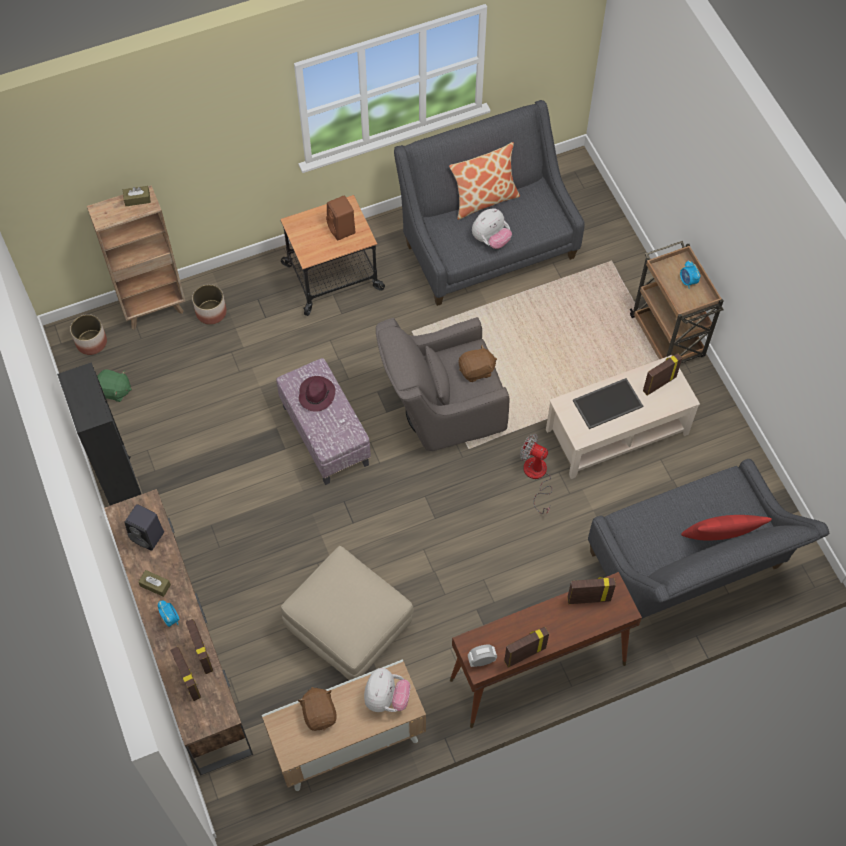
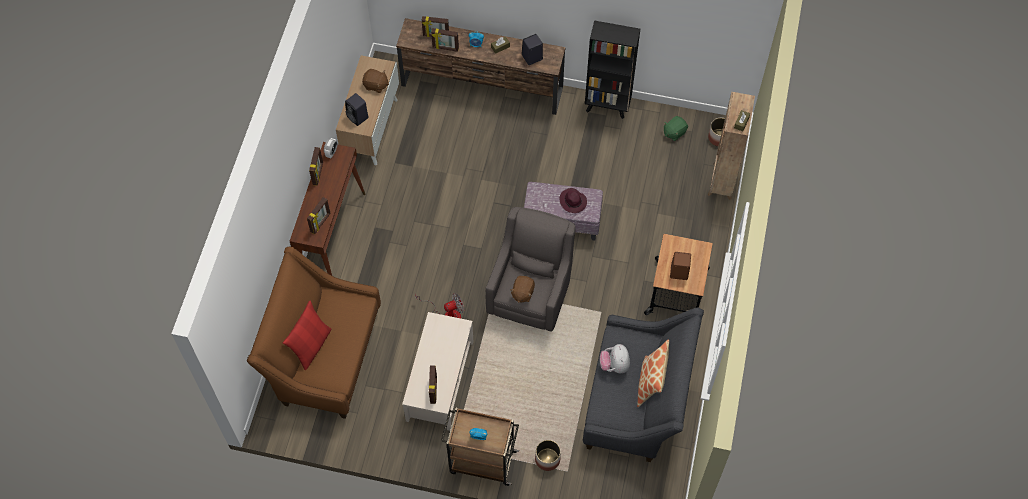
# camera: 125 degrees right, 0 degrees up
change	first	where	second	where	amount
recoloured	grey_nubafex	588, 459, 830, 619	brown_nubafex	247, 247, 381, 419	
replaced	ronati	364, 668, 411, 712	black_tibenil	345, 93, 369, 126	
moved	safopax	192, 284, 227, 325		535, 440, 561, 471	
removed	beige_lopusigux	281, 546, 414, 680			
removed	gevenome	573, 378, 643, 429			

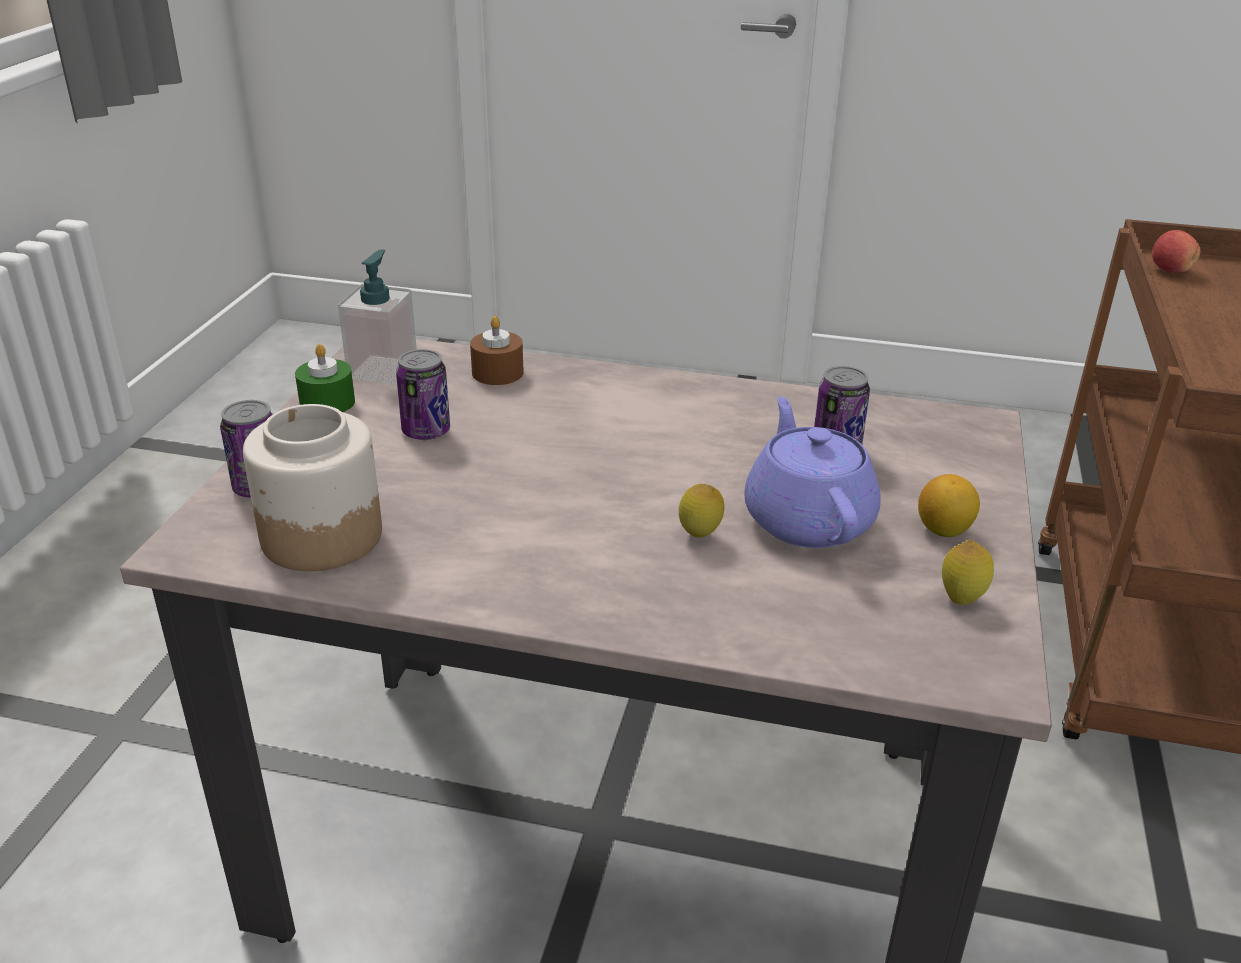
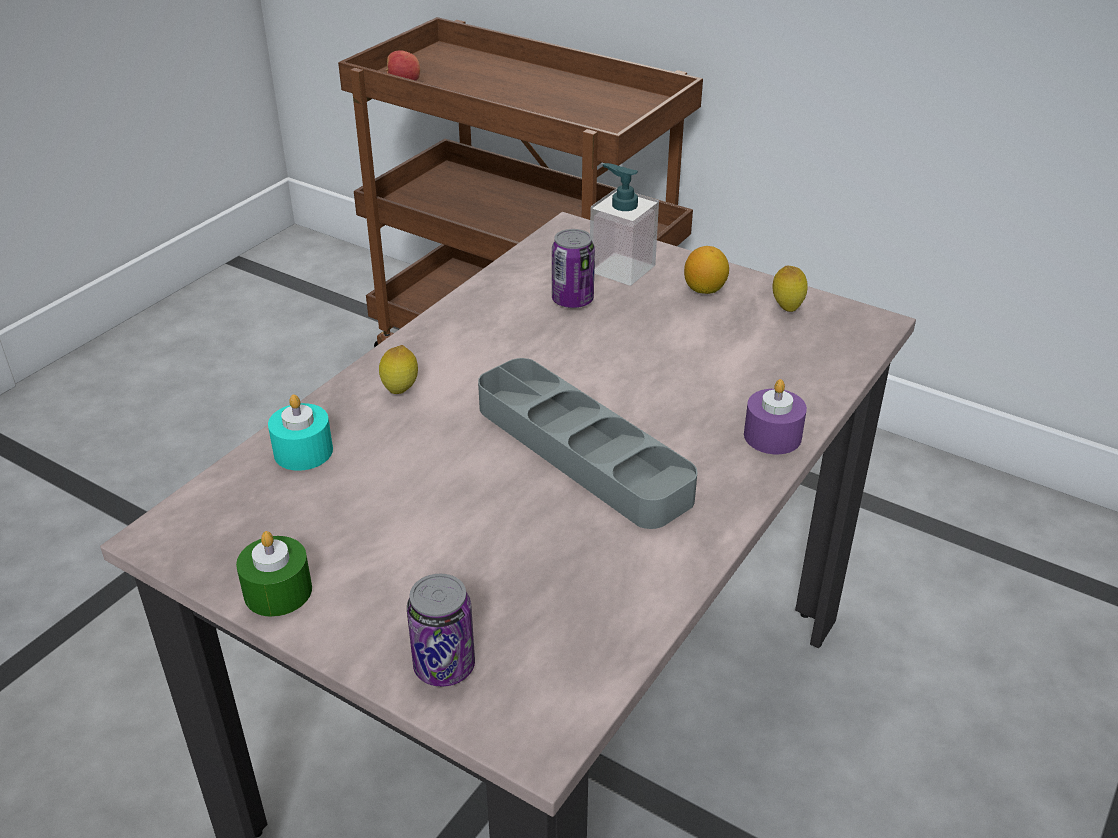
# camera: 70 degrees left, 5 degrees up
change	first	where	second	where	amount
recoloured	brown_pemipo	470, 316, 524, 385	turquoise_pemipo	268, 395, 333, 471	
moved	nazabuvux	679, 484, 725, 538		379, 345, 418, 394	
added			grey_gevenome	478, 358, 697, 529	
moved	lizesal	338, 249, 417, 385		590, 163, 659, 286	
added			purple_pemipo	744, 379, 807, 454	
removed	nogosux	243, 404, 382, 571			
removed	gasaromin	396, 349, 450, 440			
removed	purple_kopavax	744, 396, 880, 548			

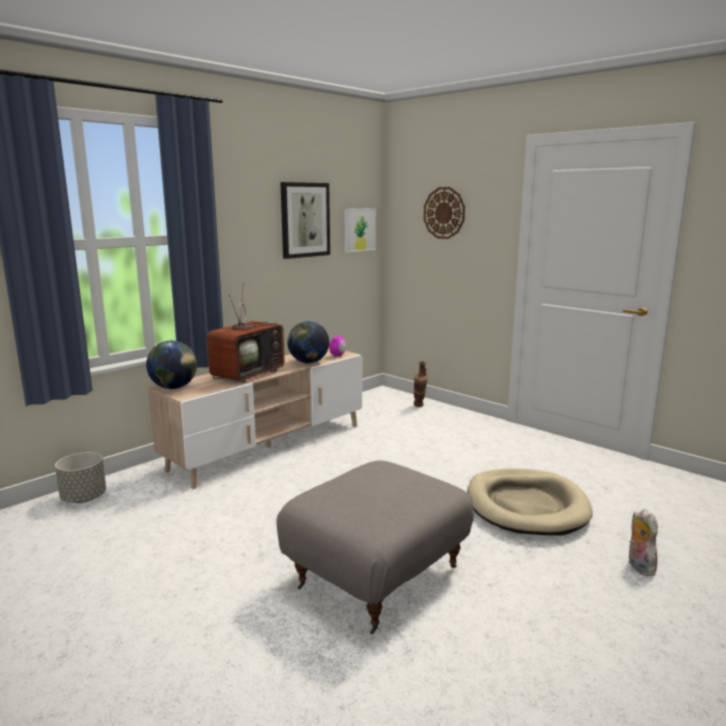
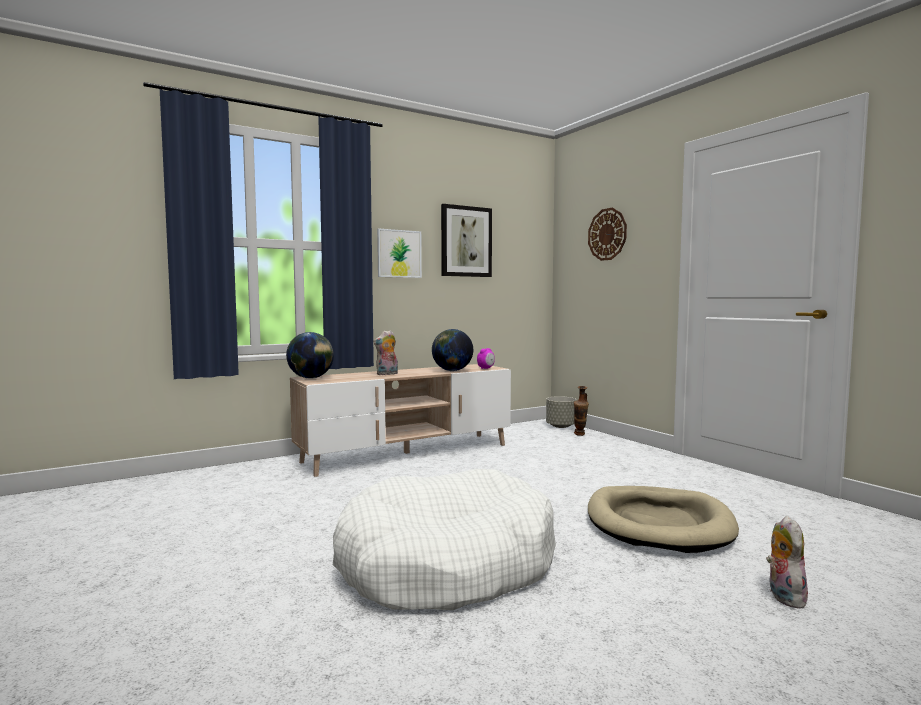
# camera: 15 degrees right, 10 degrees down
change	first	where	second	where	amount
replaced	grey_lopusigux	277, 461, 474, 634	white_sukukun	333, 469, 556, 610	
replaced	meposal	207, 283, 285, 383	ronati	373, 330, 398, 375	
moved	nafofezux	345, 208, 376, 253		377, 229, 422, 278	
moved	grey_safopax	55, 452, 106, 503		546, 396, 576, 428	

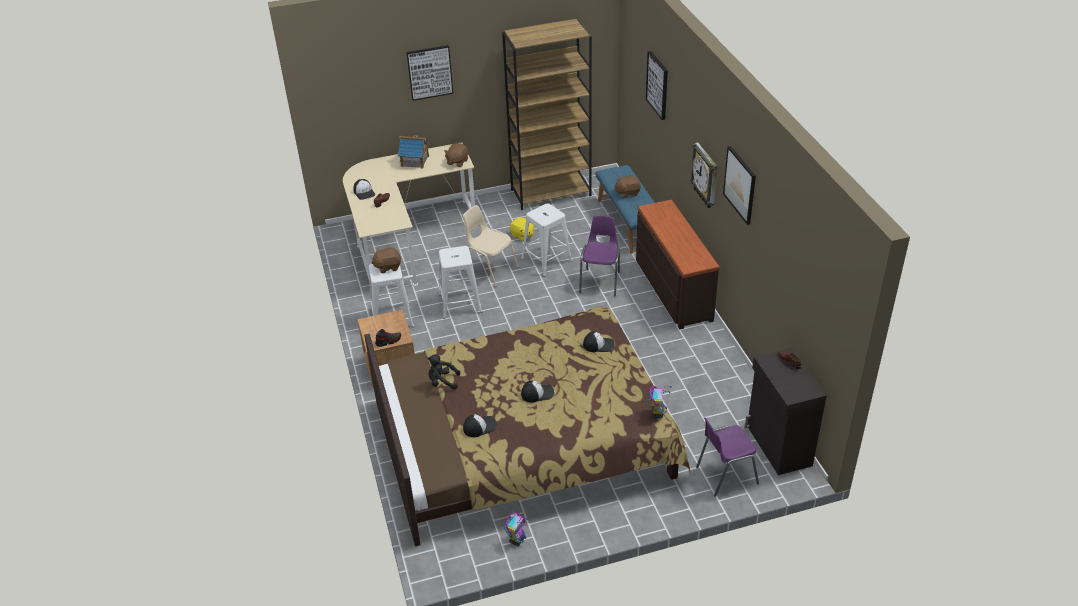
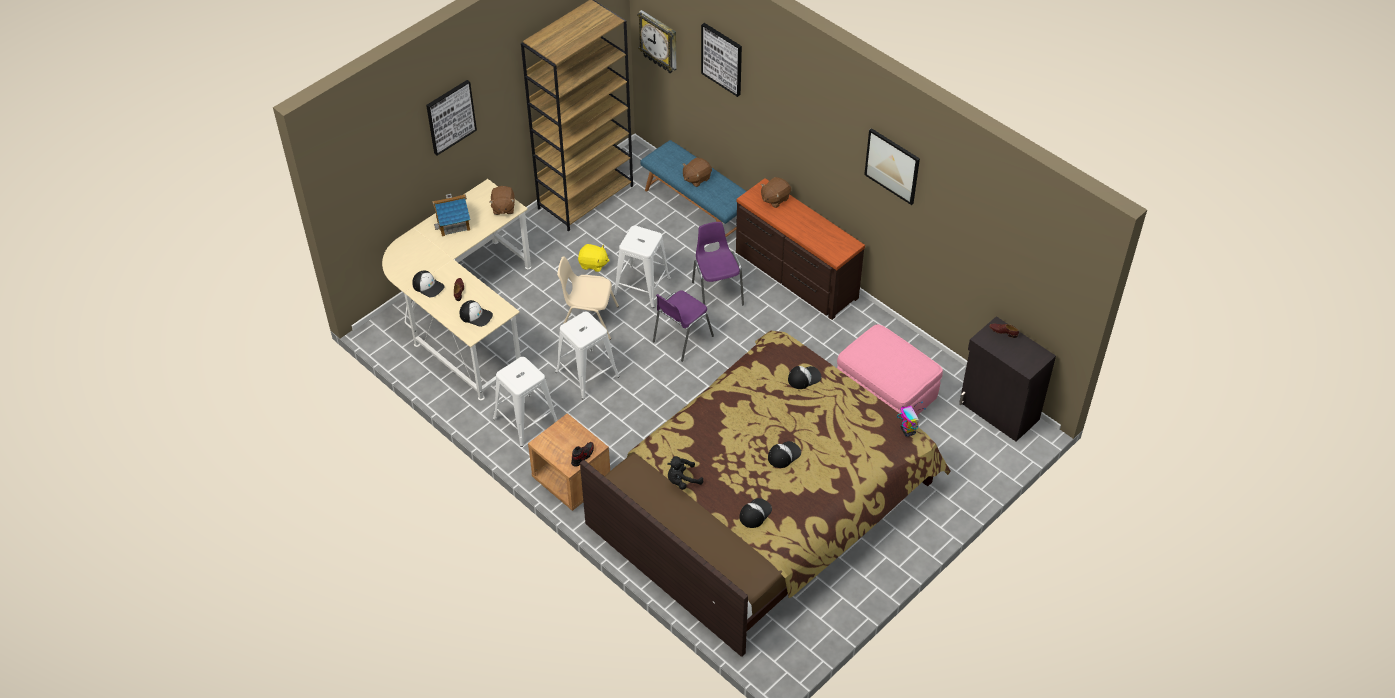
# camera: 30 degrees left, 10 degrees up
change	first	where	second	where	amount
added			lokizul	460, 300, 493, 327	
moved	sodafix	690, 143, 717, 208		637, 10, 676, 73	
moved	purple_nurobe	696, 417, 759, 497		653, 290, 714, 362	
moved	brown_ronati	371, 247, 401, 273		761, 177, 791, 208	
added			pink_lopusigux	837, 324, 943, 415	
removed	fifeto	503, 512, 528, 546			

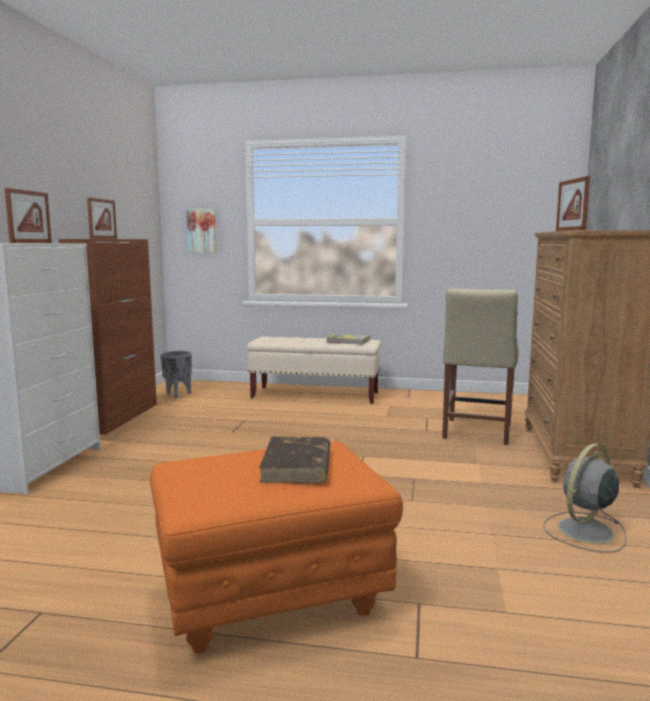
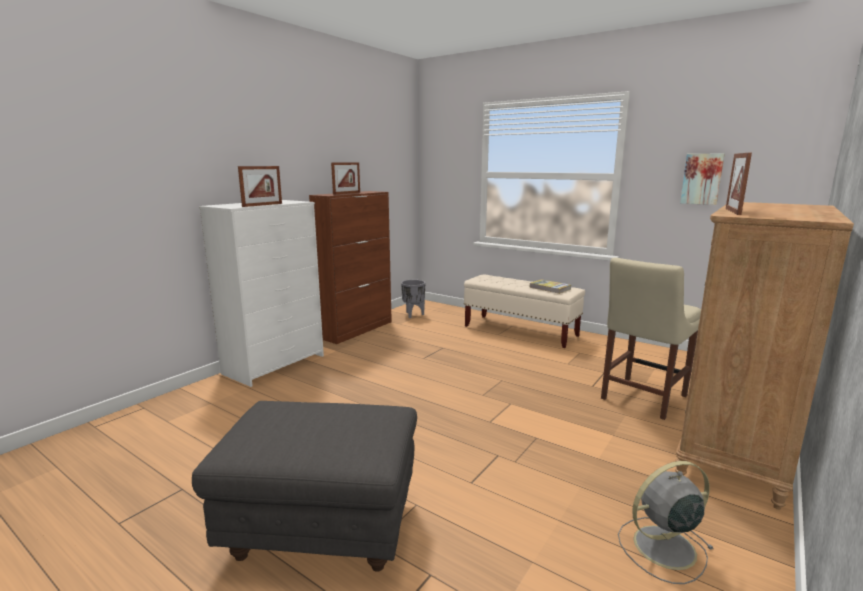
# camera: 25 degrees right, 5 degrees up
change	first	where	second	where	amount
recoloured	orange_lopusigux	150, 441, 403, 653	grey_lopusigux	192, 401, 417, 572	
moved	nafofezux	186, 209, 216, 253		680, 153, 725, 205	
removed	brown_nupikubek	259, 437, 330, 483			

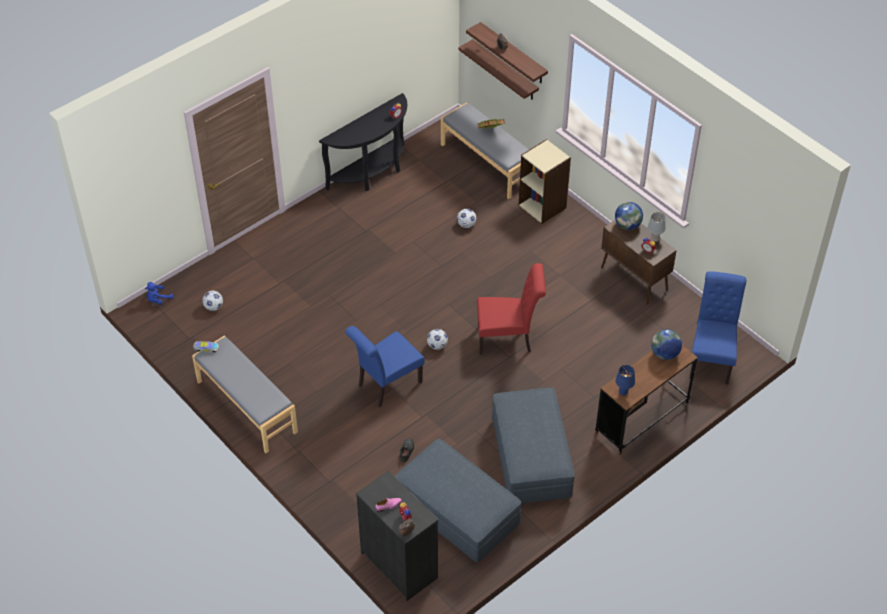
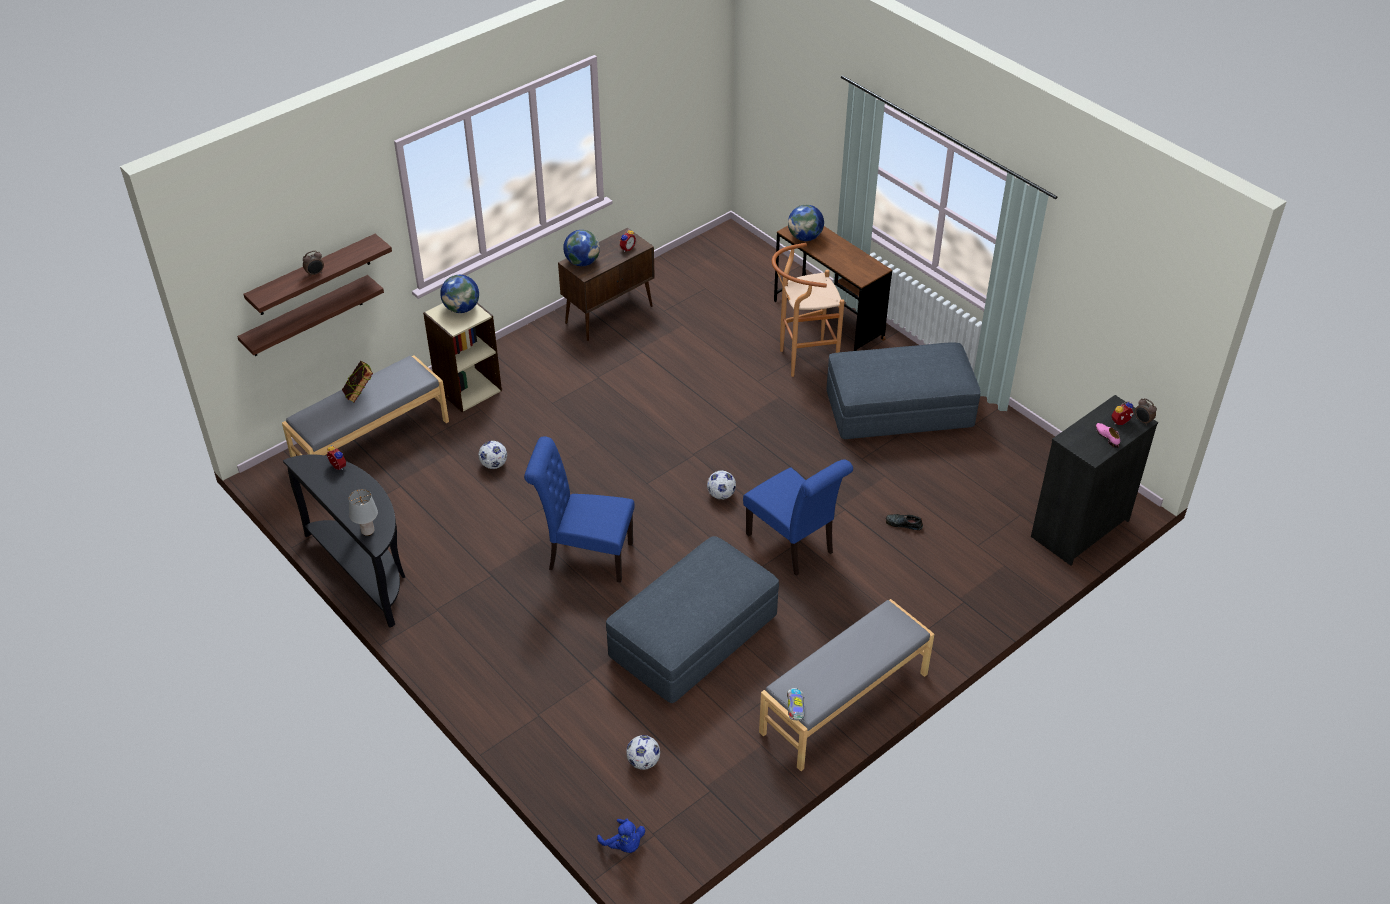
# camera: 90 degrees left, 5 degrees down
change	first	where	second	where	amount
moved	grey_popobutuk	648, 212, 666, 242		349, 489, 378, 536	
added			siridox	440, 275, 479, 313	
moved	blue_nurobe	690, 271, 746, 385		524, 436, 635, 583	
moved	grey_lopusigux	395, 439, 522, 562		606, 536, 779, 703	
added			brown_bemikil	772, 243, 845, 377	
removed	red_nurobe	477, 263, 546, 355			
removed	blue_popobutuk	616, 365, 635, 396			

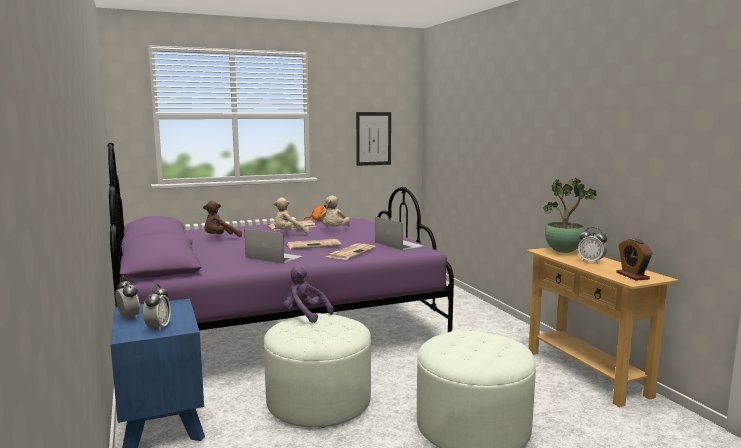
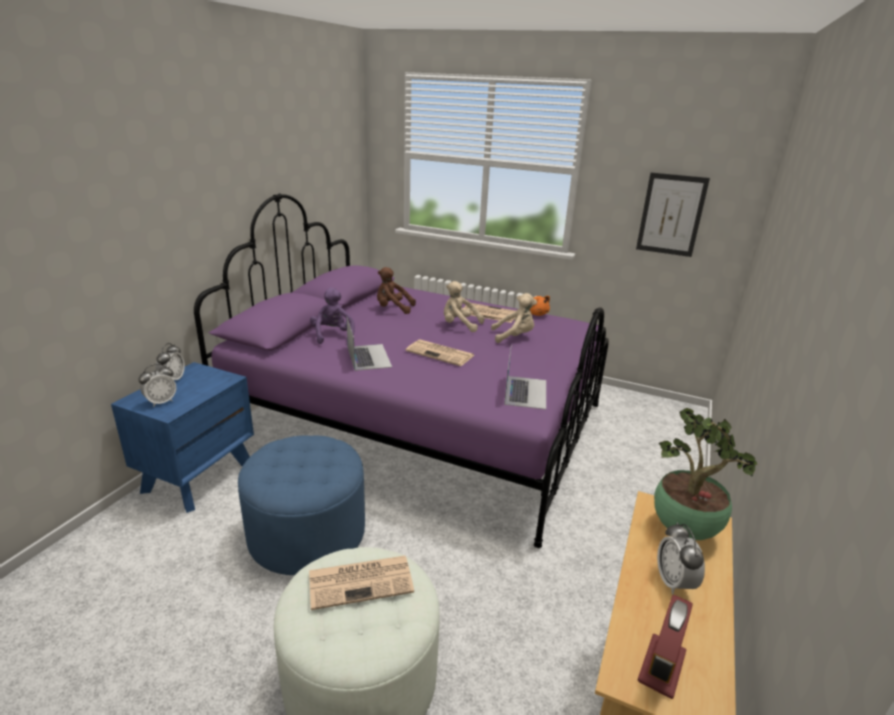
# camera: 45 degrees right, 15 degrees up
change	first	where	second	where	amount
recoloured	white_lopusigux	264, 313, 371, 428	blue_lopusigux	238, 435, 365, 575	
moved	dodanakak	325, 243, 376, 260		309, 556, 414, 610	
moved	purple_ronati	283, 266, 334, 323		310, 287, 355, 344	
turned	beige_ronati	320, 196, 350, 227		491, 293, 537, 343	150 degrees counterclockwise

